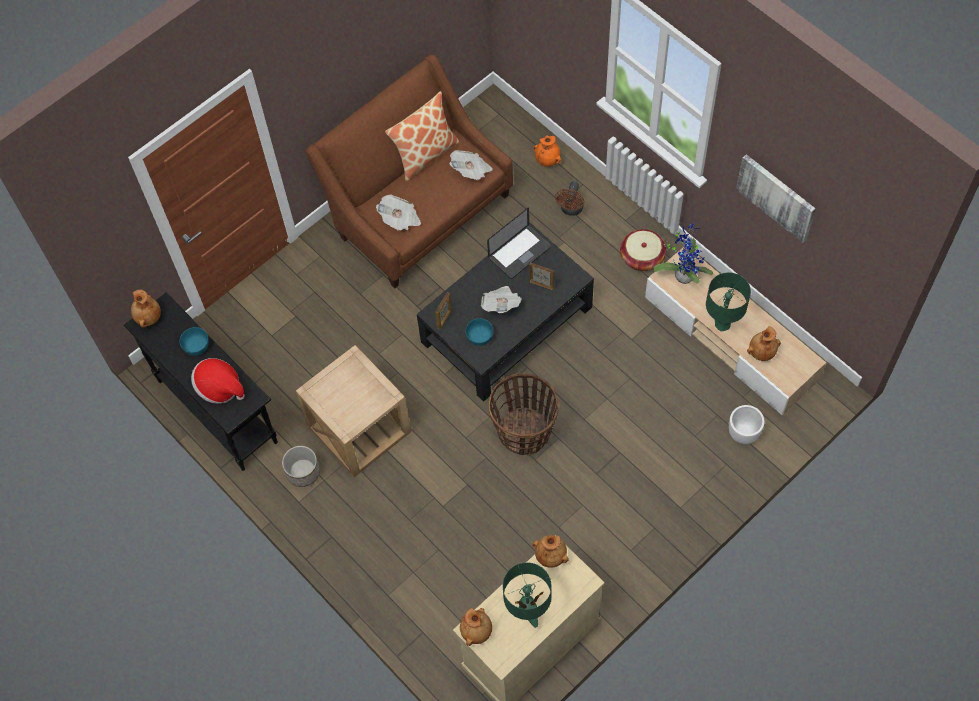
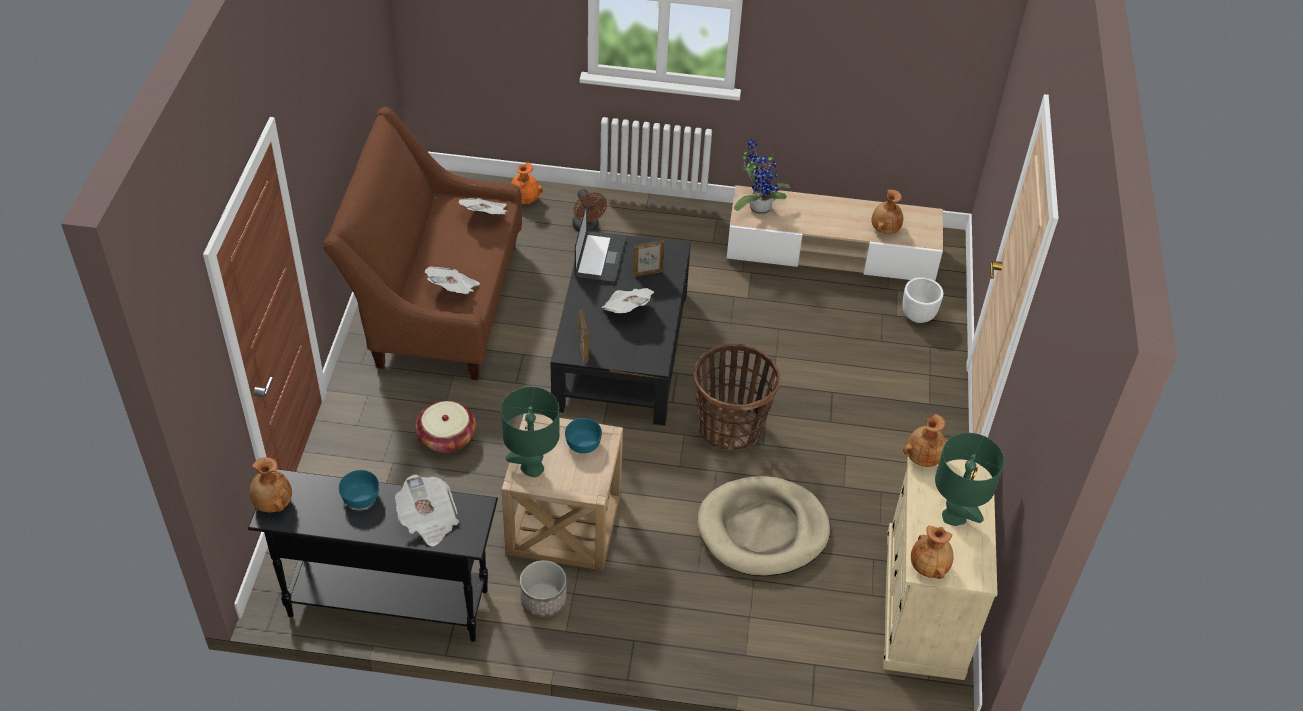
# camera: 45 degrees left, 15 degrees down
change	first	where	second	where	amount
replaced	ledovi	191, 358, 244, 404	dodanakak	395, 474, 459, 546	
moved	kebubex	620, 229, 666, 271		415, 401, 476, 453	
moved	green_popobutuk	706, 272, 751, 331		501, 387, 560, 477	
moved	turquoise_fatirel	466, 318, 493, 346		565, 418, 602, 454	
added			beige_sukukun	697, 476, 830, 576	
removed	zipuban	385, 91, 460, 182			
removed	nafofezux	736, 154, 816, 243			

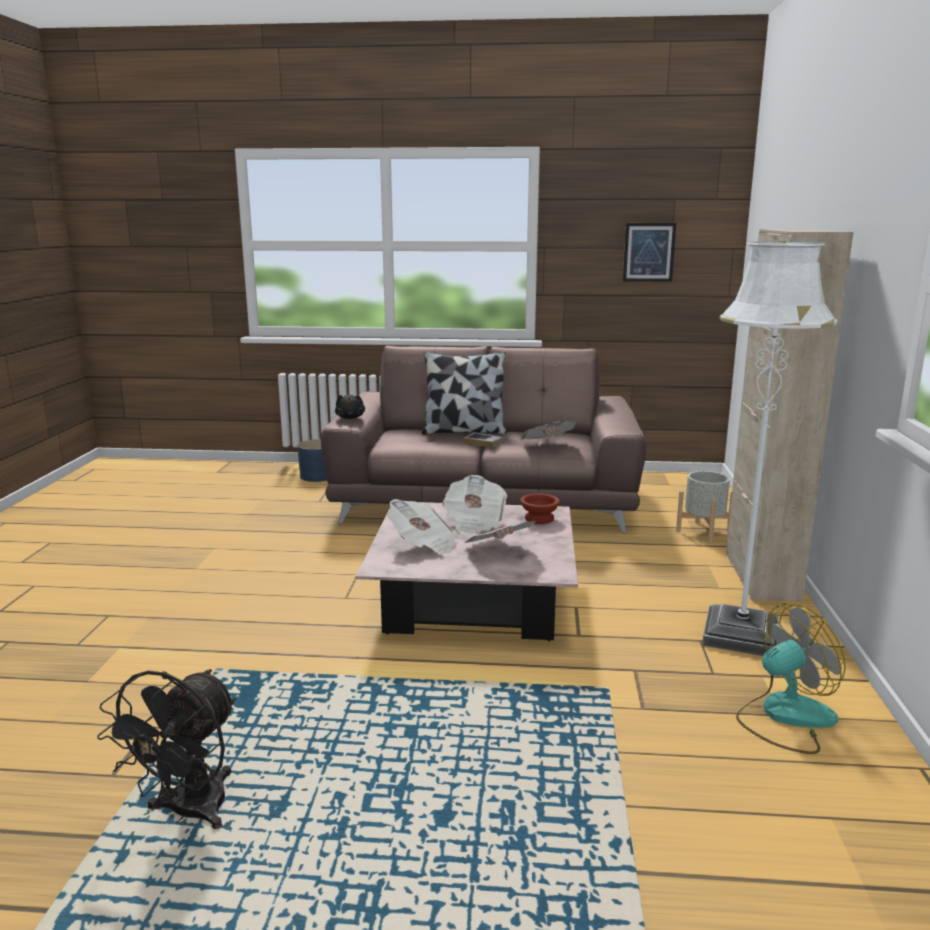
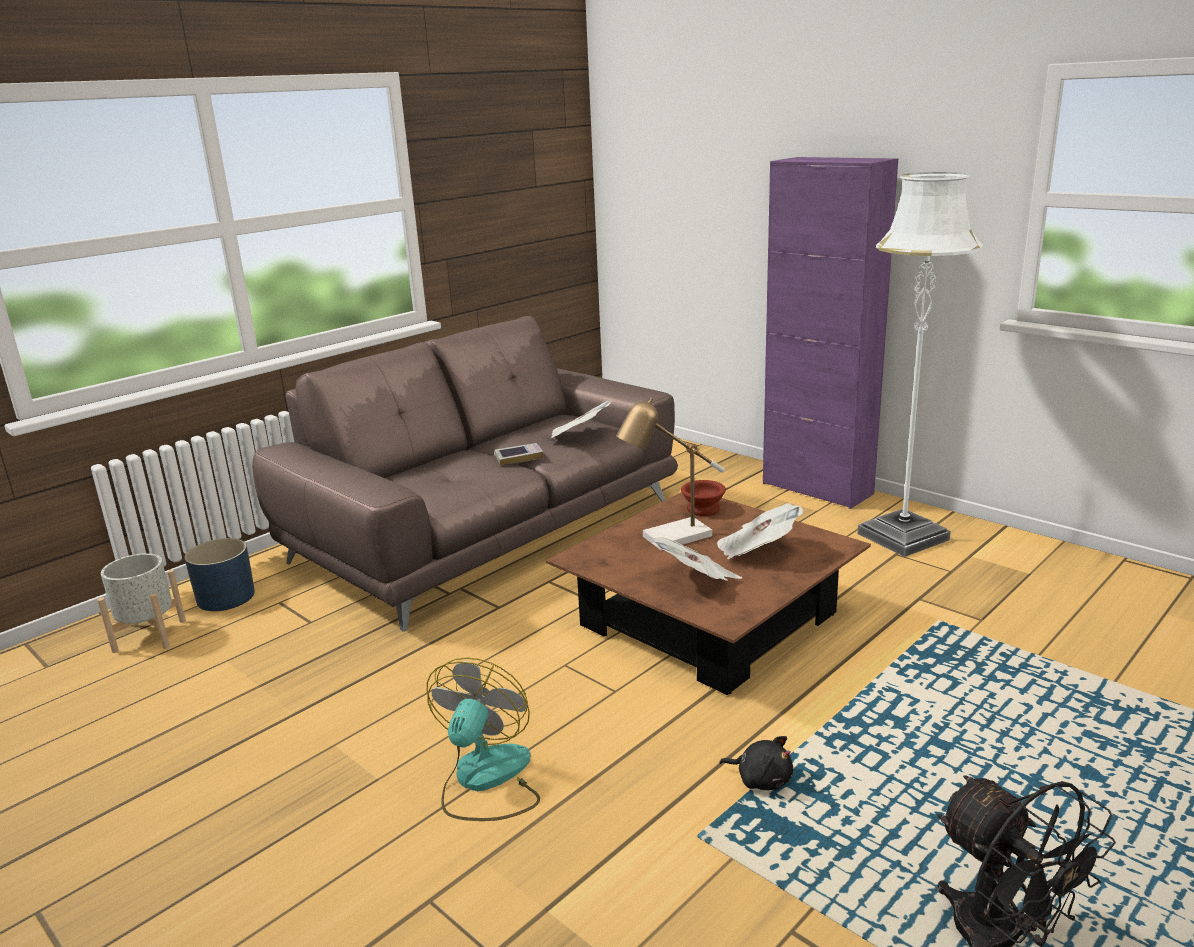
# camera: 50 degrees left, 5 degrees up
change	first	where	second	where	amount
moved	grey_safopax	676, 471, 732, 542		97, 553, 186, 653	
moved	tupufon	736, 603, 845, 754		427, 657, 540, 821	
recoloured	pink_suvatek	356, 502, 578, 641	brown_suvatek	546, 492, 871, 695	
replaced	dodanakak	442, 475, 507, 535	popobutuk	616, 397, 725, 551	
moved	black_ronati	335, 395, 365, 419		719, 736, 793, 790	
recoloured	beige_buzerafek	726, 229, 853, 602	purple_buzerafek	763, 157, 898, 509	
removed	zipuban	422, 351, 507, 434			
removed	nafofezux	623, 223, 676, 282			

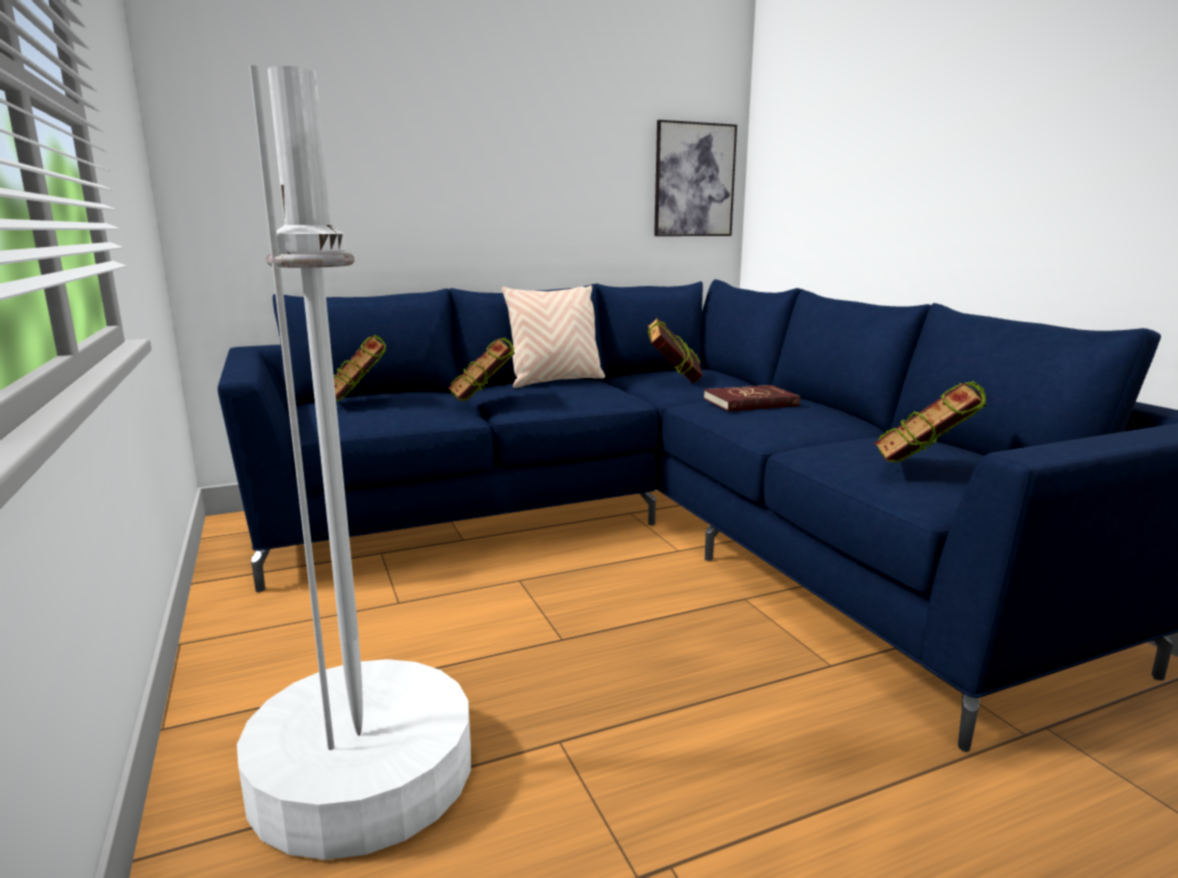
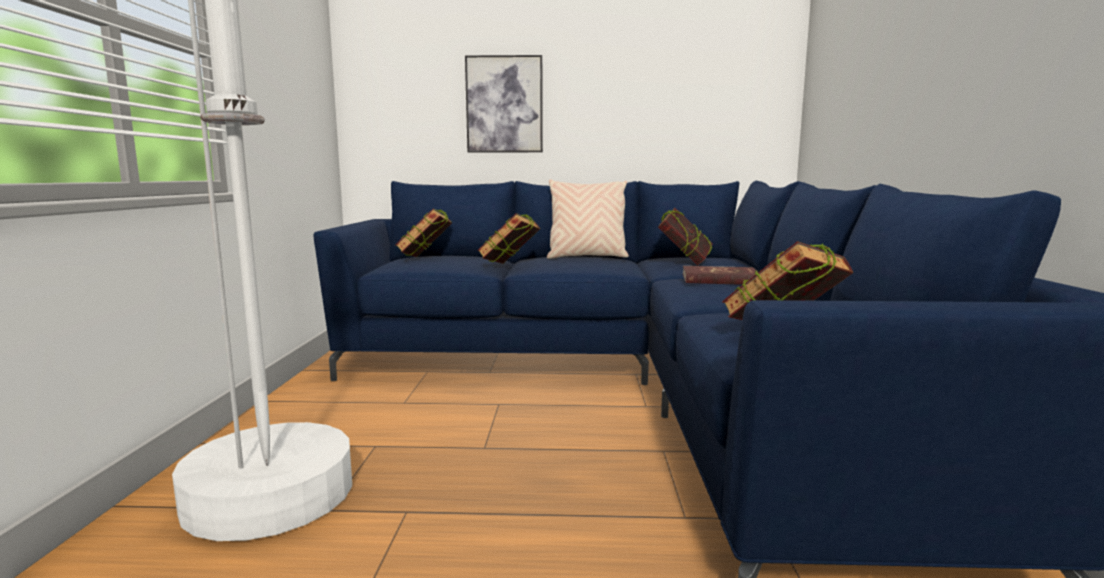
# camera: 25 degrees right, 5 degrees down
change	first	where	second	where	amount
moved	nafofezux	654, 120, 737, 236		465, 55, 543, 152	

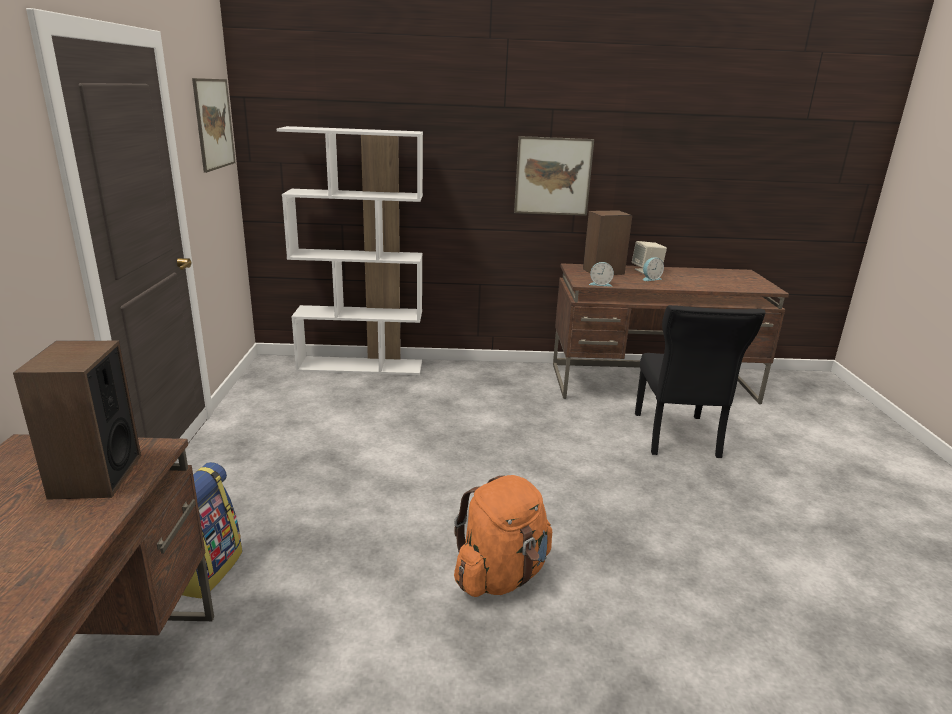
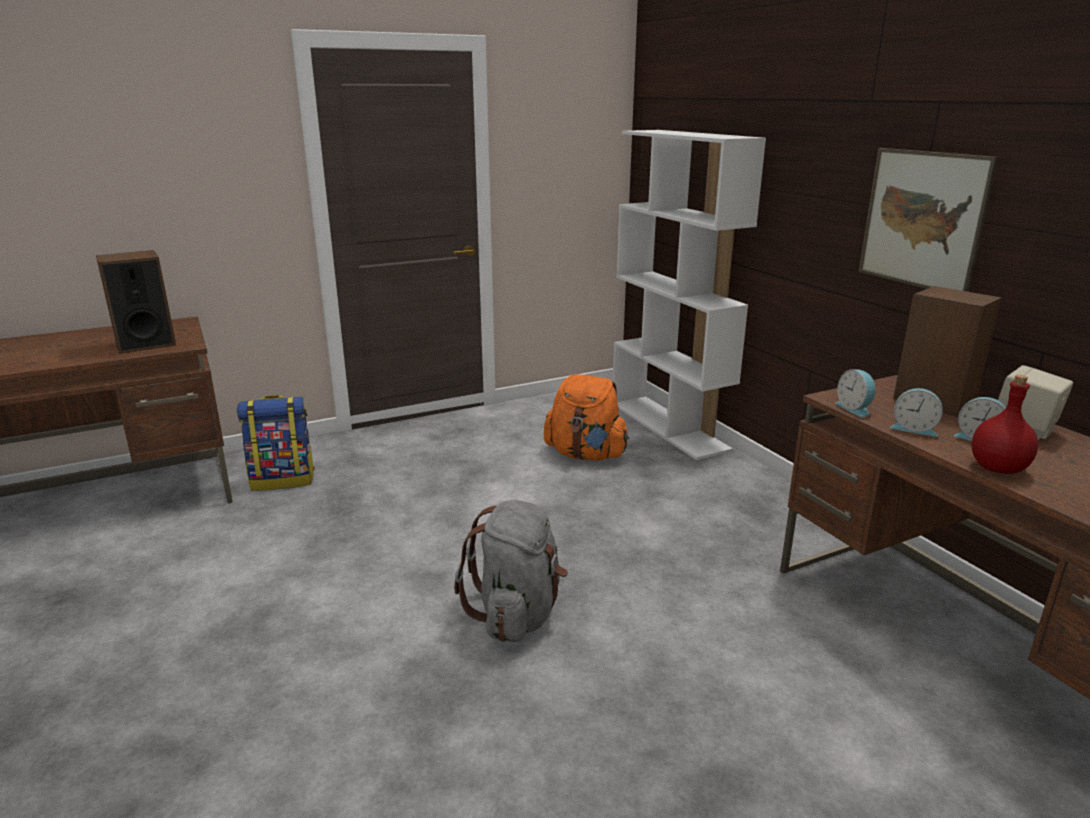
# camera: 65 degrees right, 0 degrees up
change	first	where	second	where	amount
added			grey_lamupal	454, 500, 568, 642	
moved	orange_lamupal	454, 475, 552, 597		544, 374, 629, 461	
added			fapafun	890, 388, 943, 437	
added			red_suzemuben	971, 375, 1038, 474	
removed	nafofezux	192, 78, 236, 173			
removed	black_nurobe	635, 305, 765, 458			

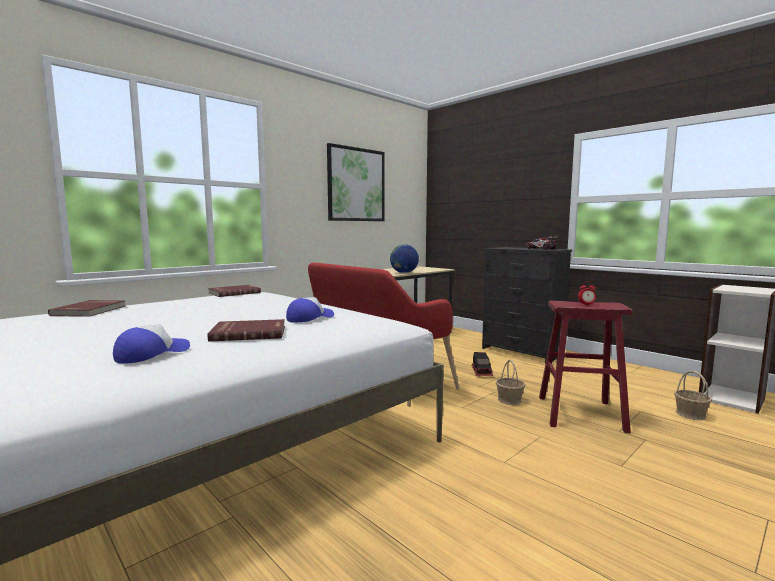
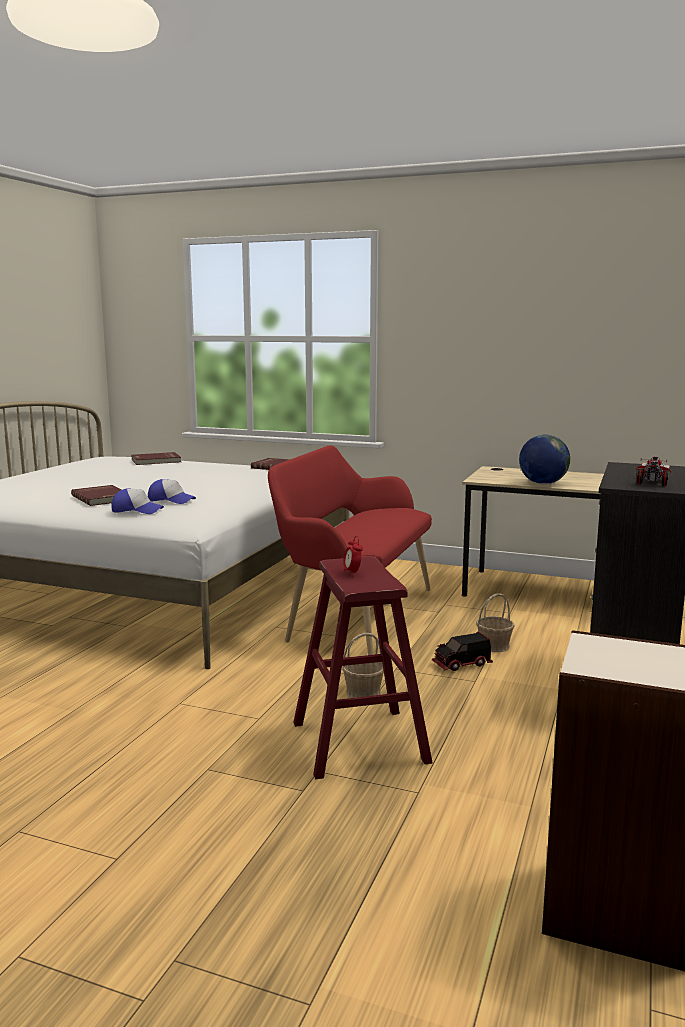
# camera: 65 degrees right, 5 degrees up
change	first	where	second	where	amount
moved	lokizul	113, 325, 190, 364		111, 488, 164, 514	
moved	kebubex	674, 371, 712, 420		476, 593, 515, 652	
removed	nafofezux	327, 143, 385, 221			

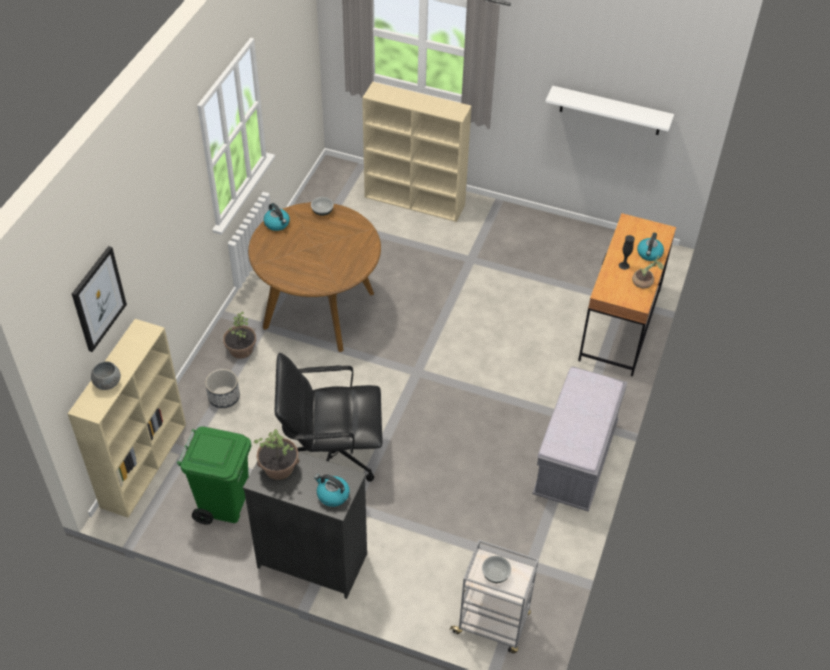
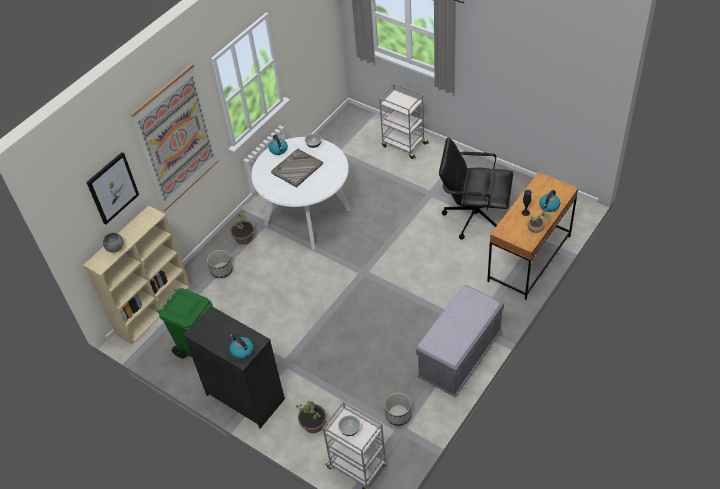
# camera: 20 degrees right, 0 degrees up
change	first	where	second	where	amount
added			nafofezux	131, 64, 219, 211	
recoloured	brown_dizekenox	248, 202, 381, 352	white_dizekenox	251, 137, 351, 250	
added			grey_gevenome	271, 149, 323, 188	
moved	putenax	253, 429, 300, 480		296, 401, 327, 433	
replaced	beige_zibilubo	362, 82, 472, 222	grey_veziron	379, 84, 429, 159	
added			safopax	384, 392, 412, 426	
moved	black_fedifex	275, 353, 383, 482		439, 137, 513, 240	
removed	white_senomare	545, 86, 674, 135			

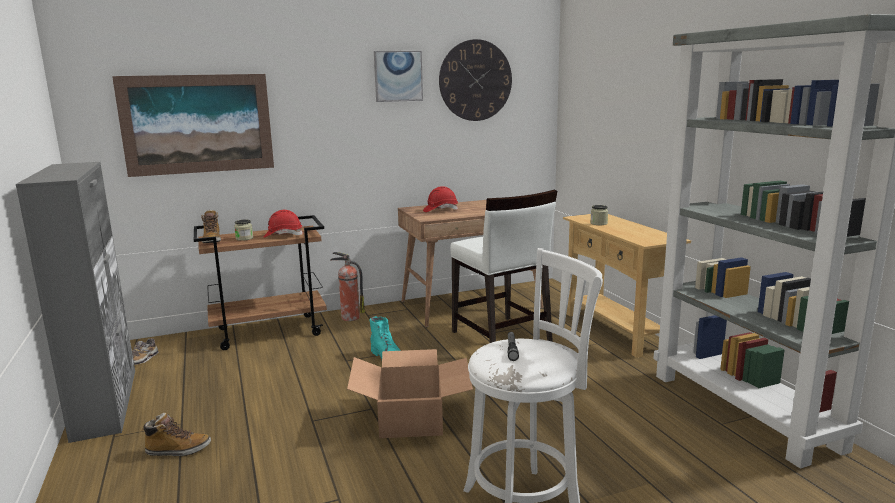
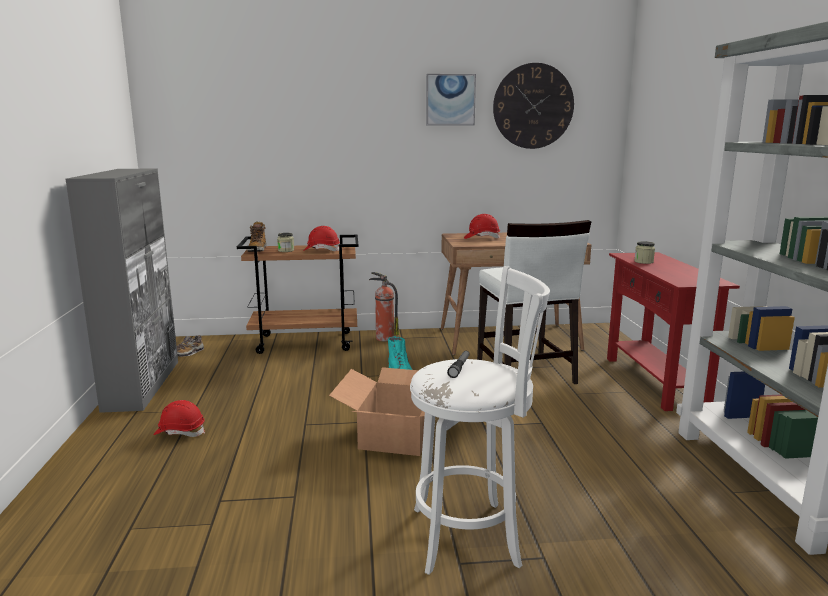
# camera: 15 degrees right, 0 degrees up
change	first	where	second	where	amount
replaced	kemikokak	141, 413, 211, 456	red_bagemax	153, 400, 205, 437	
recoloured	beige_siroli	563, 214, 691, 358	red_siroli	607, 252, 740, 411	
removed	nafofezux	112, 74, 274, 177			

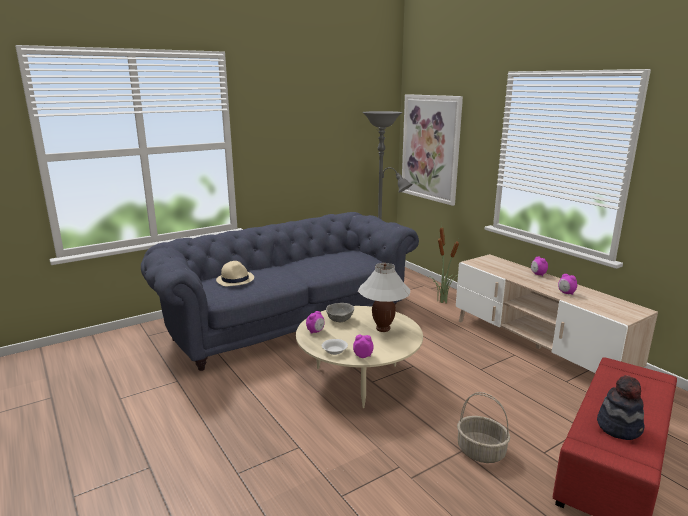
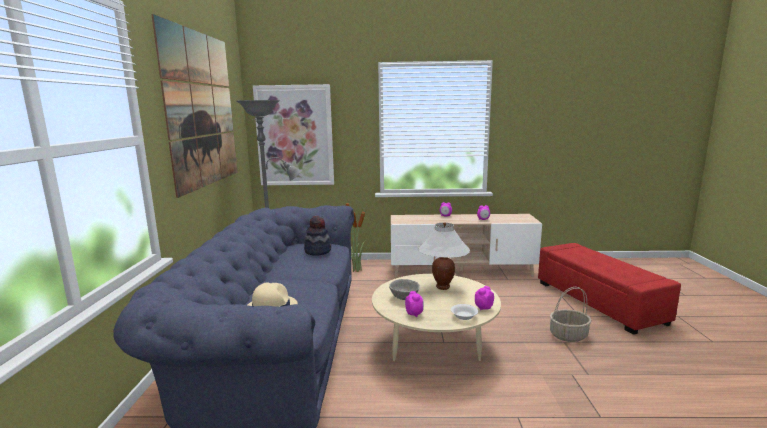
# camera: 55 degrees left, 5 degrees down
change	first	where	second	where	amount
added			nafofezux	151, 14, 238, 198	
moved	ledovi	597, 375, 644, 440		304, 216, 331, 256	

